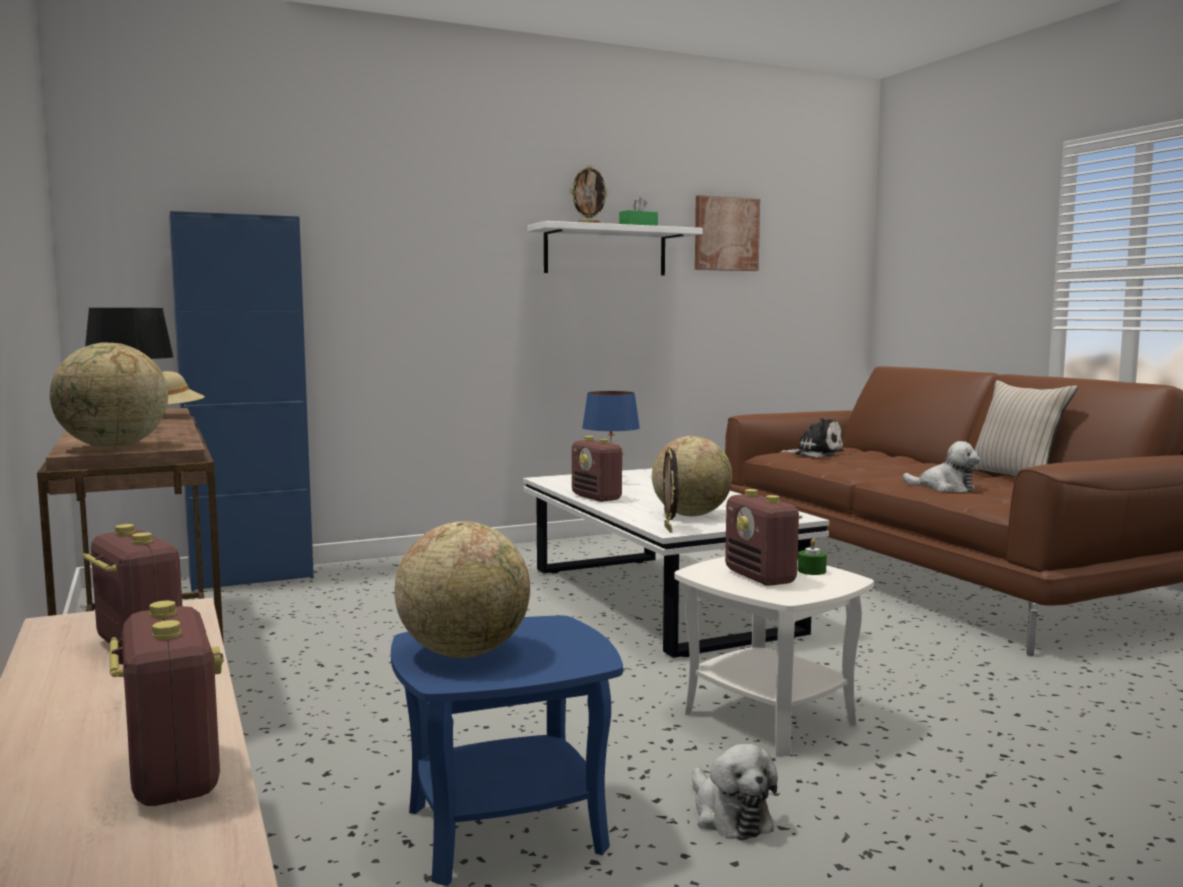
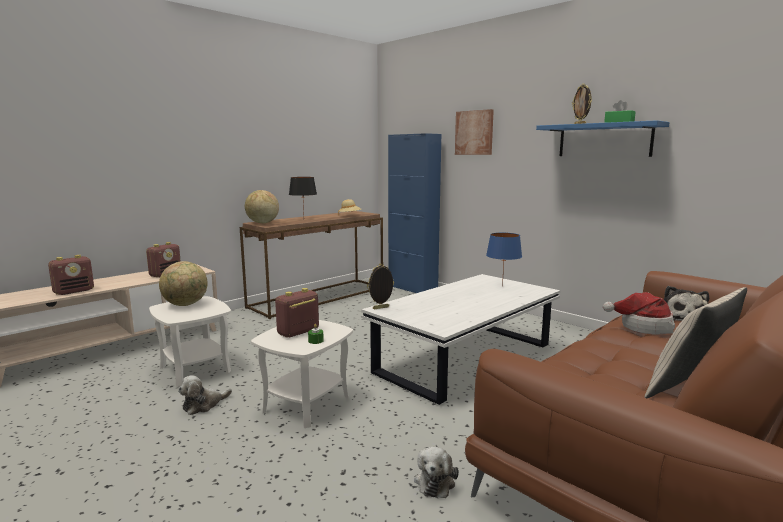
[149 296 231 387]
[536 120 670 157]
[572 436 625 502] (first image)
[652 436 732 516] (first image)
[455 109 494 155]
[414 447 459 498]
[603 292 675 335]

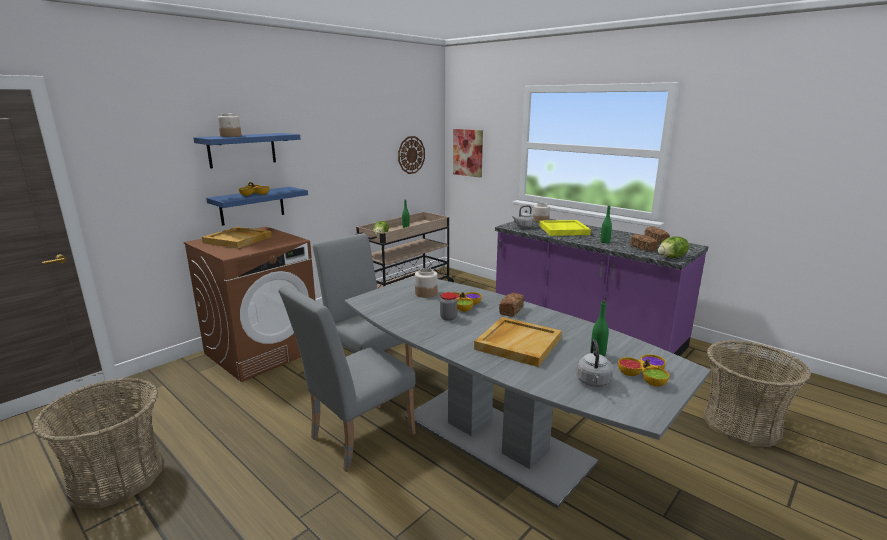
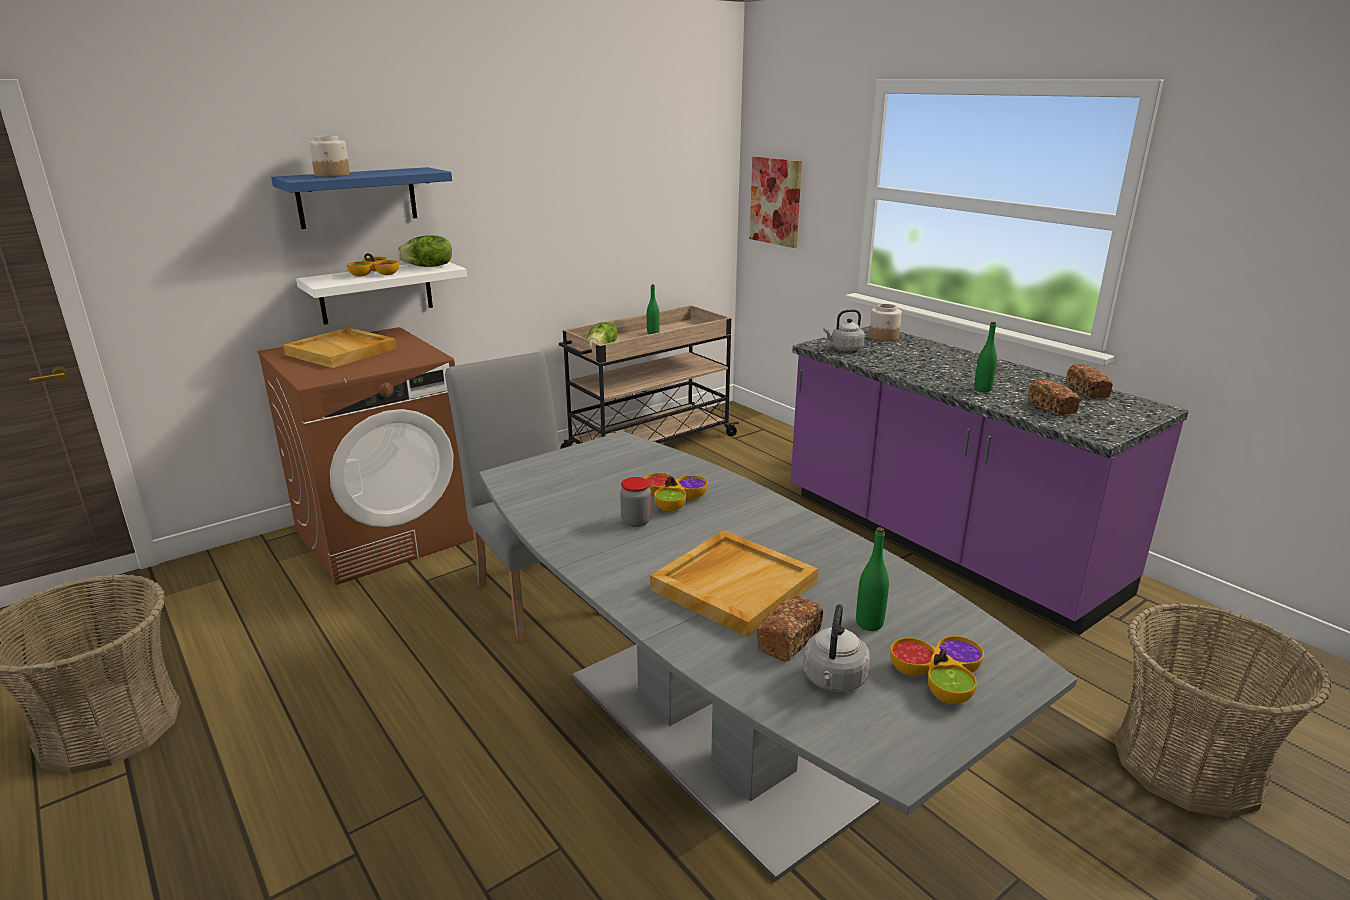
[296 262 467 325]
[279 285 416 472] (first image)
[398 136 425 174] (first image)
[415 268 438 298] (first image)
[756 596 823 662]
[539 220 591 236] (first image)
[397 235 452 267]

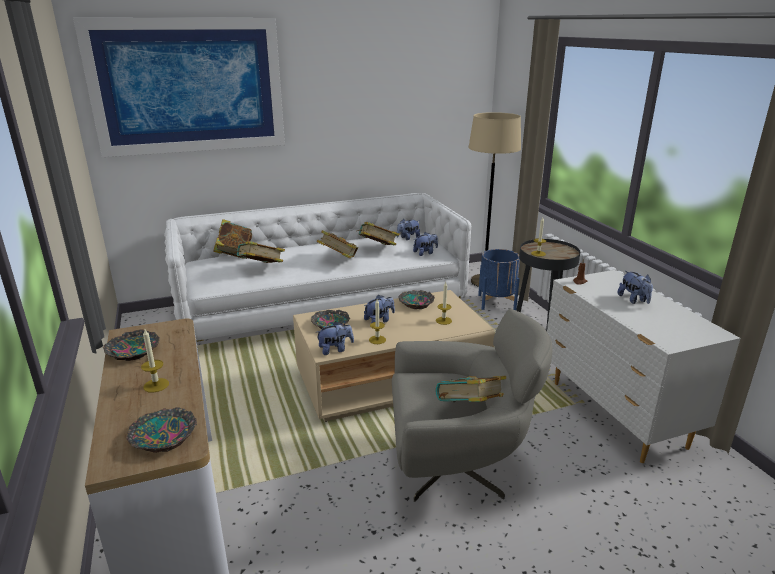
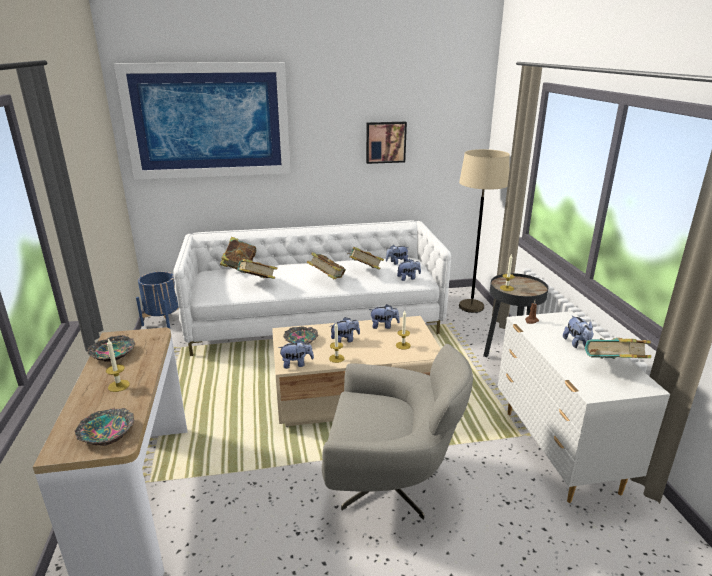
[369 304 400 329]
[585 338 651 359]
[136 271 179 328]
[366 122 407 164]

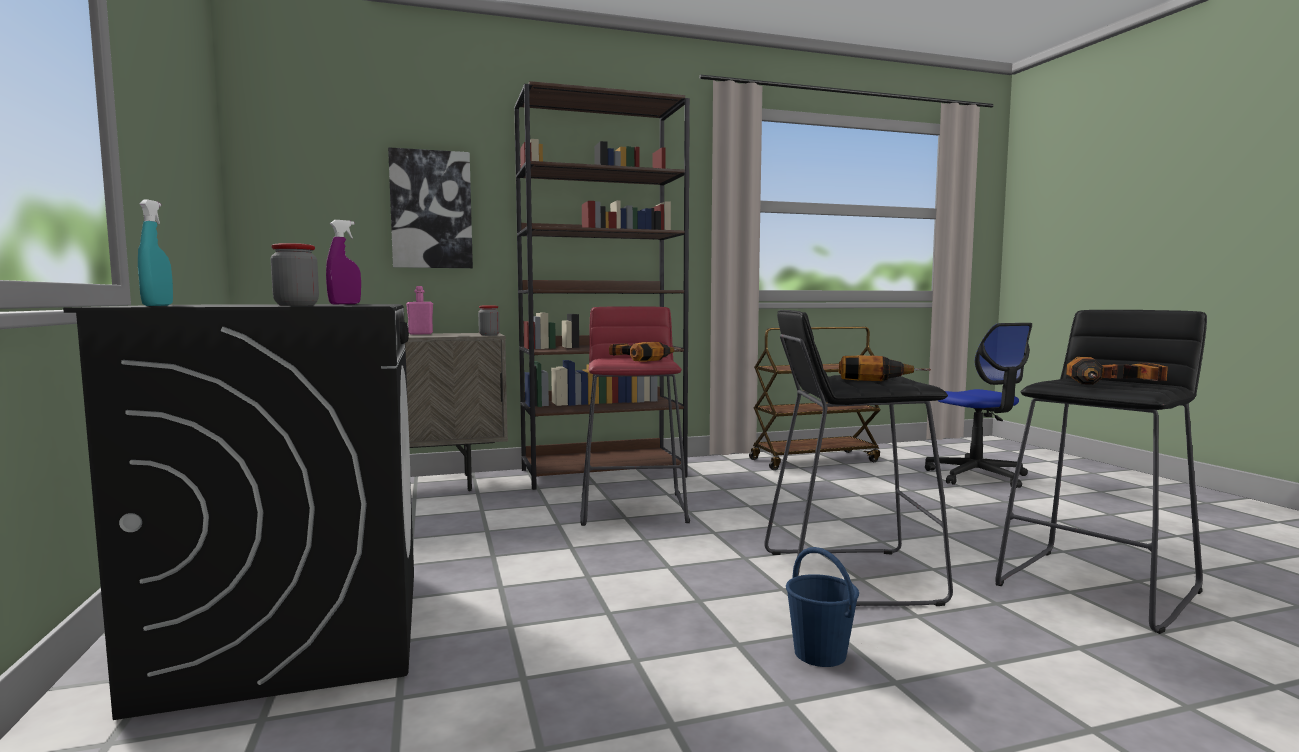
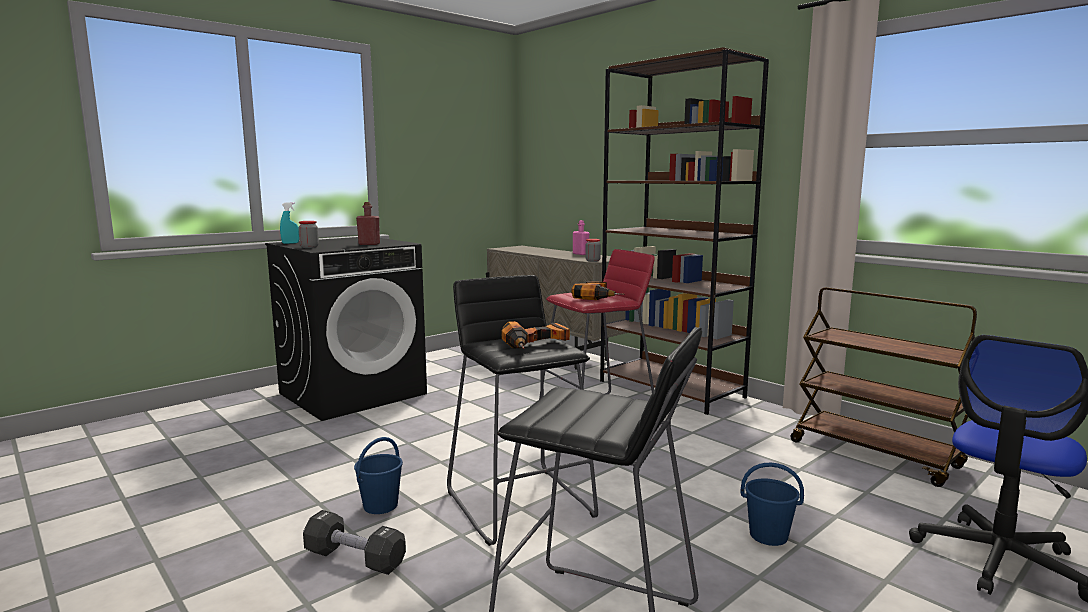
[356 202 380 245]
[388 147 473 268] (first image)
[1066 357 1168 385] (first image)
[303 510 406 575]
[741 463 804 546]

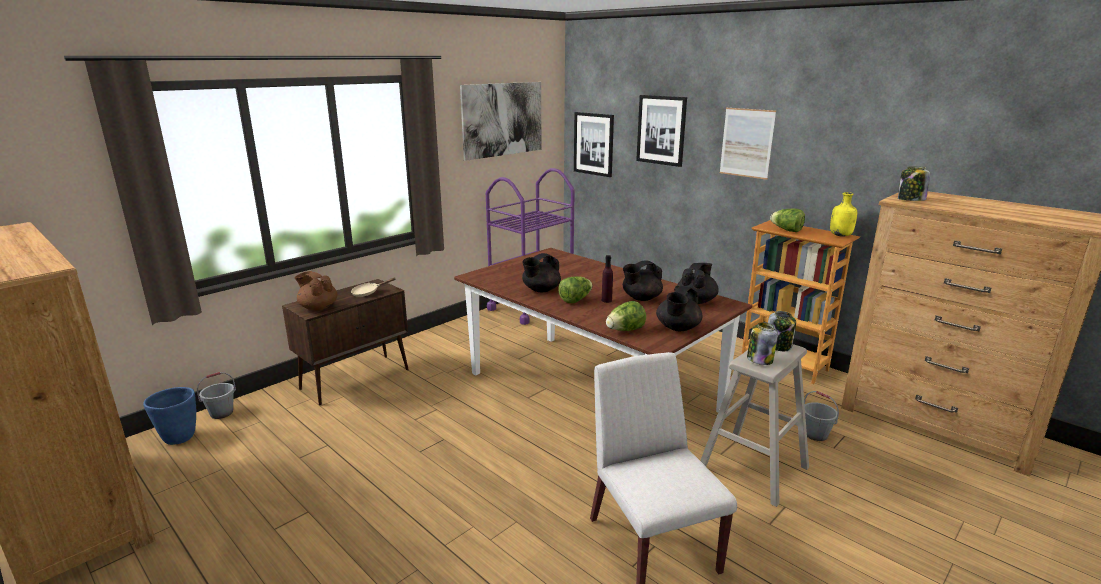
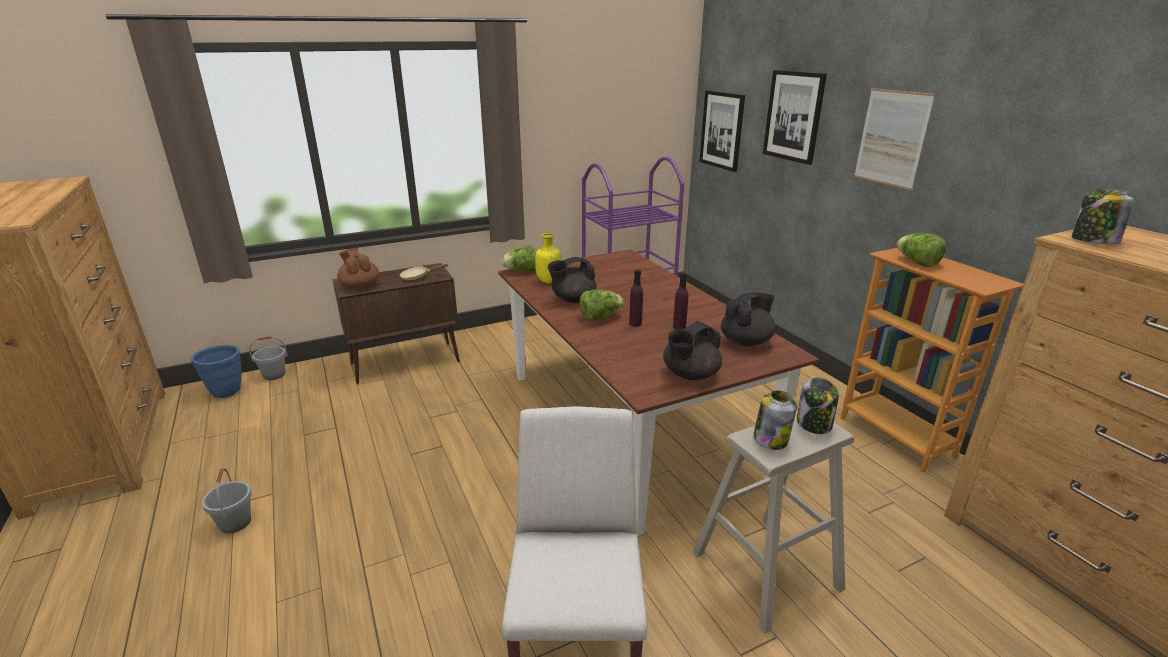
[460 82 541 161] (first image)
[501 246 537 272]
[673 272 688 329]
[202 468 252 533]
[535 233 562 284]

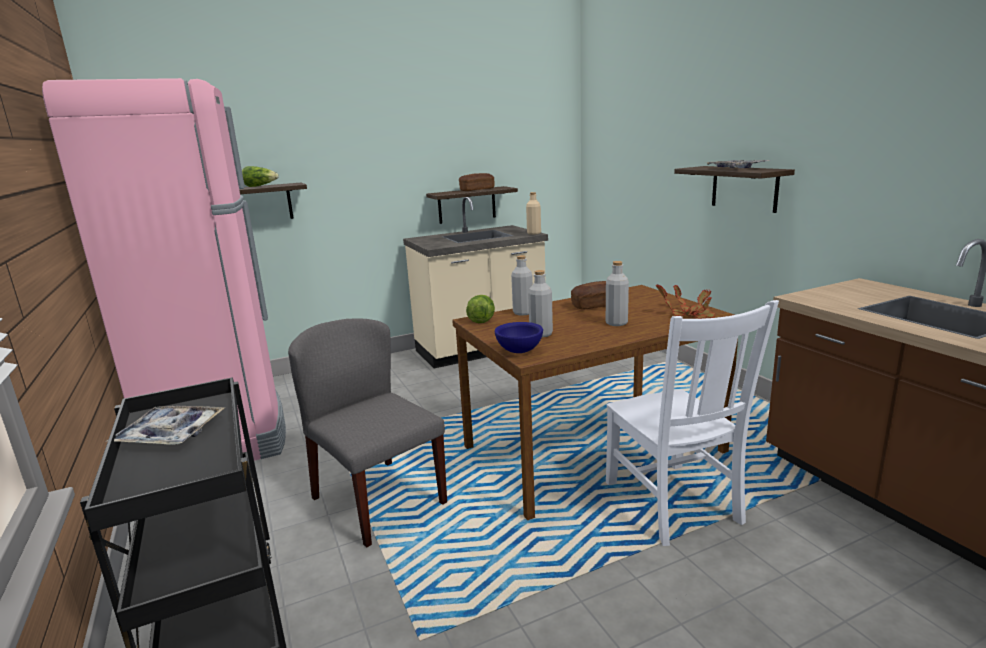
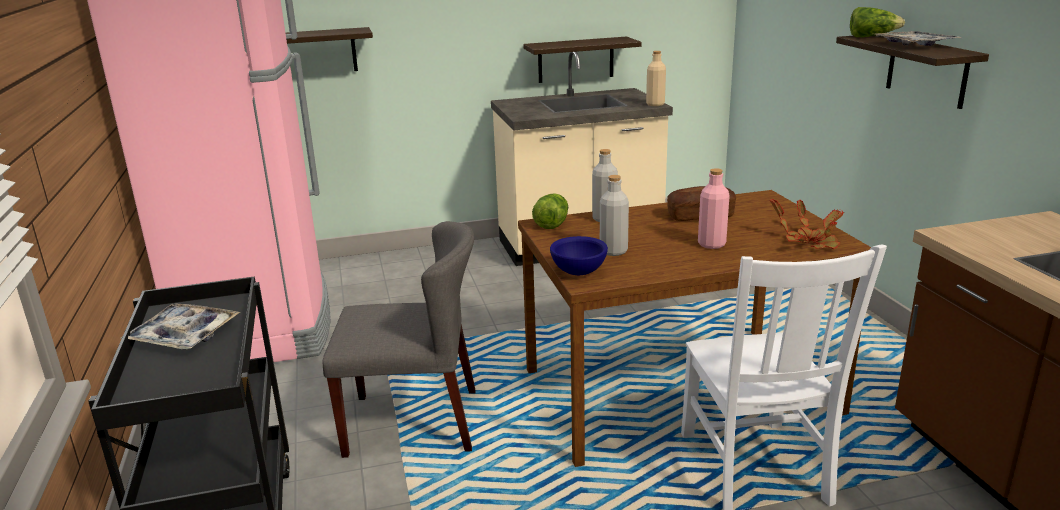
[850 7 905 37]
[323 221 476 458]
[459 173 495 191] (first image)
[698 168 730 249]

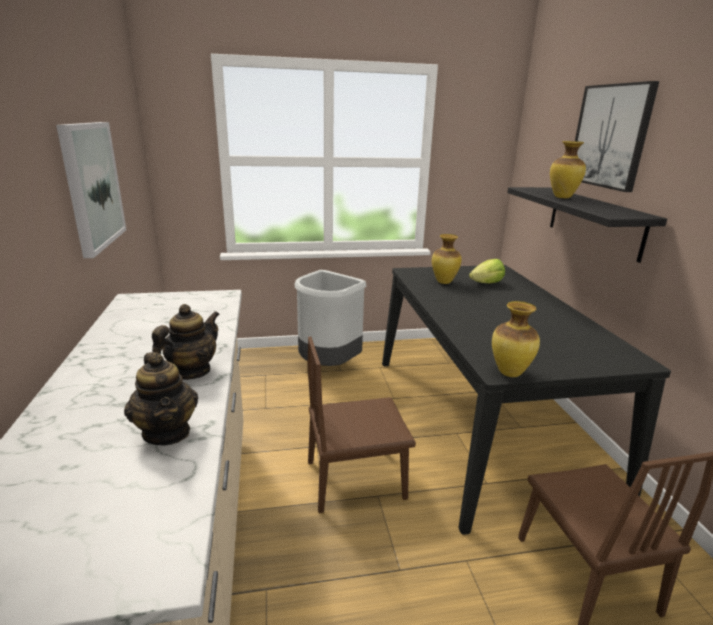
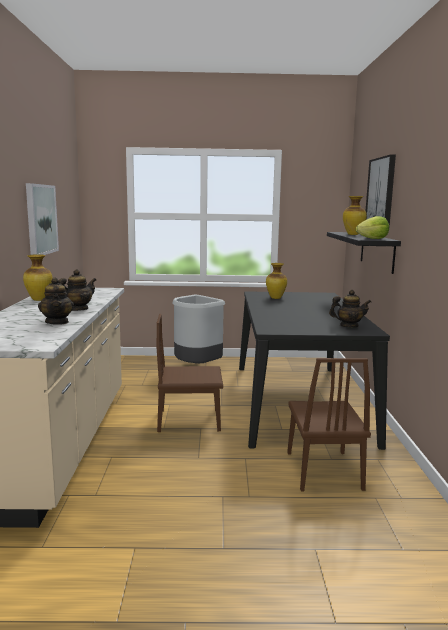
[356 216 389 239]
[23 254 53 301]
[329 290 371 328]

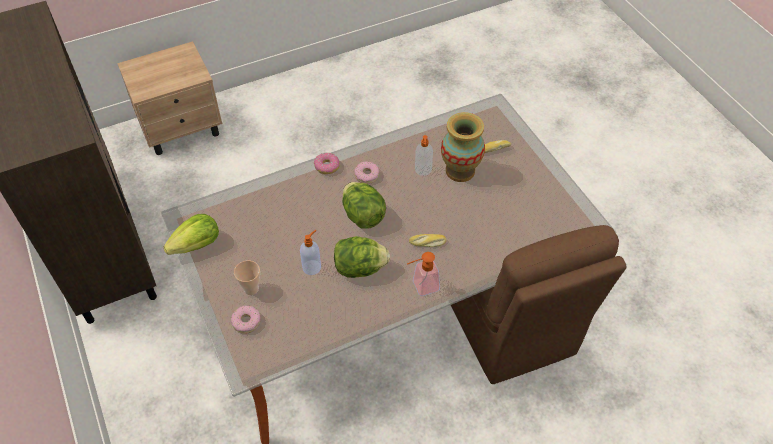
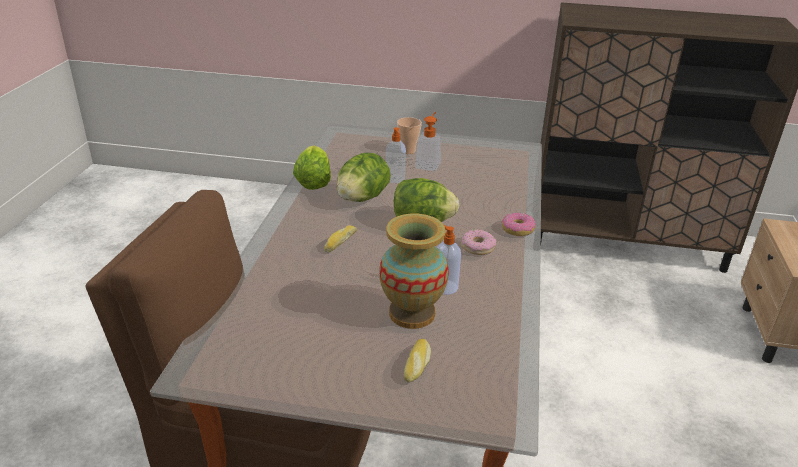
[293 145 331 190]
[231 305 261 333] (first image)
[415 112 441 171]

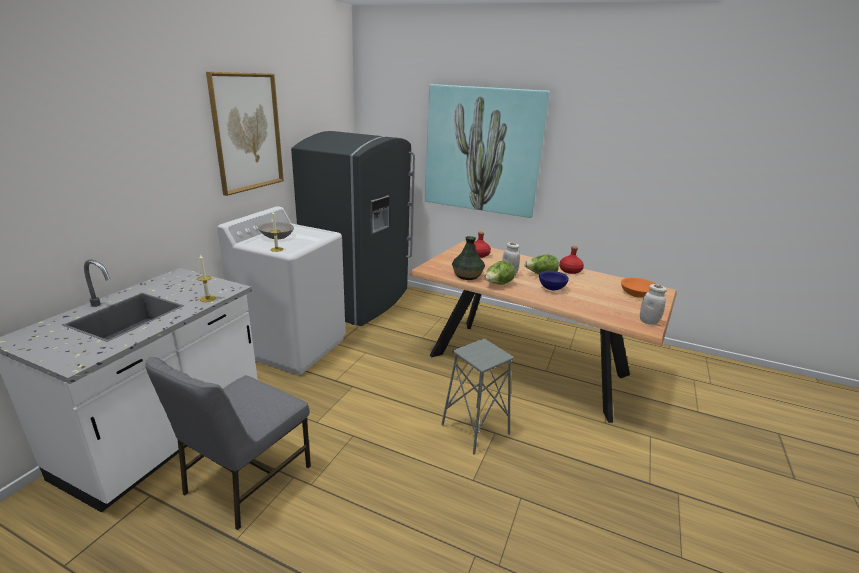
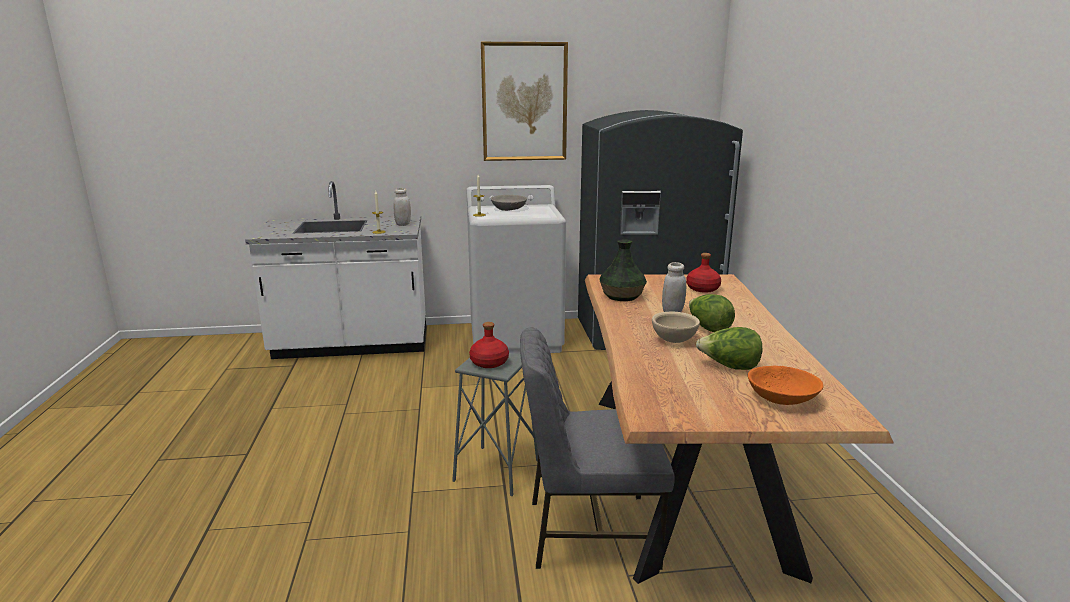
[520 327 675 570]
[425 84 550 218] (first image)
[696 327 762 370]
[652 312 700 343]
[469 322 509 368]
[394 188 411 226]

